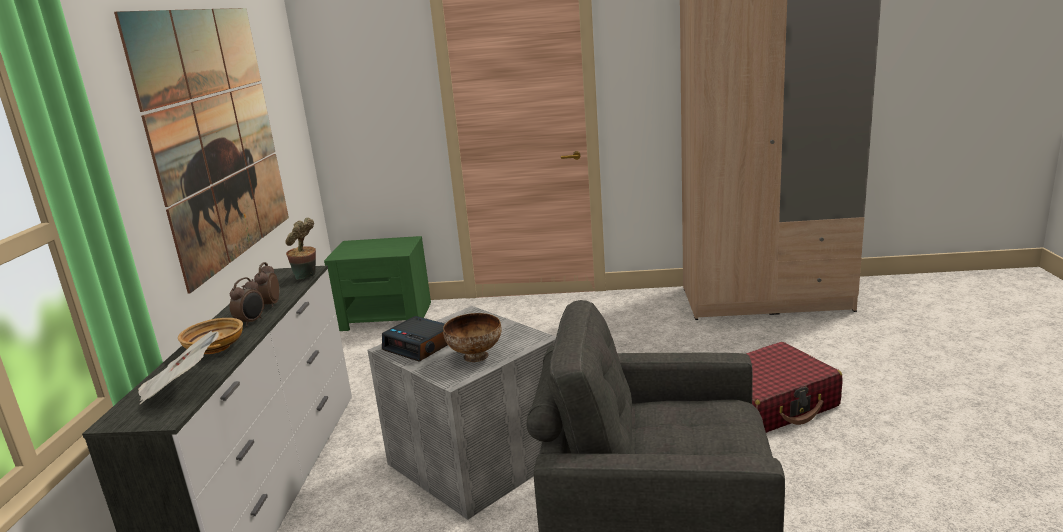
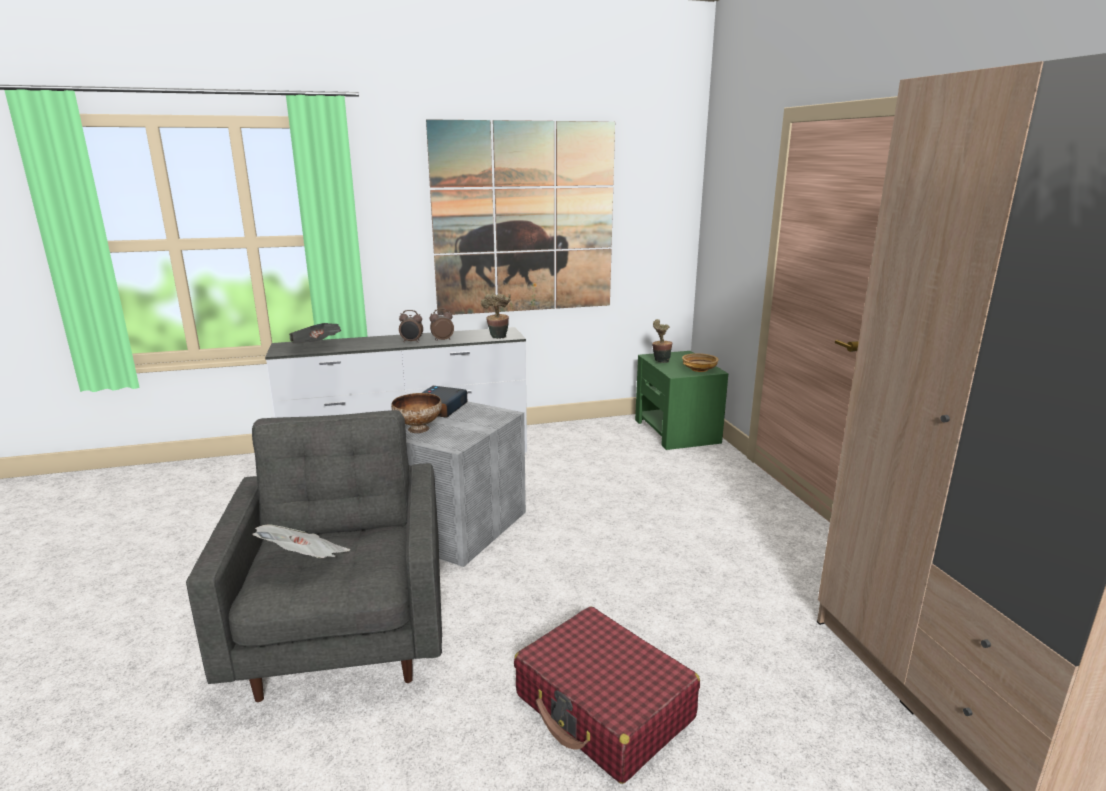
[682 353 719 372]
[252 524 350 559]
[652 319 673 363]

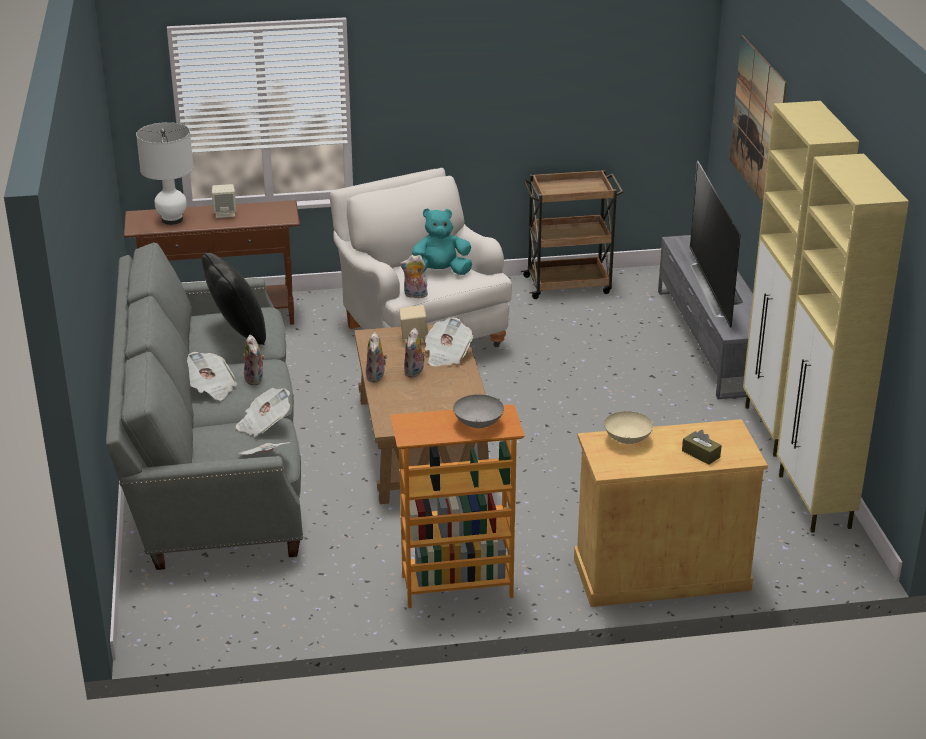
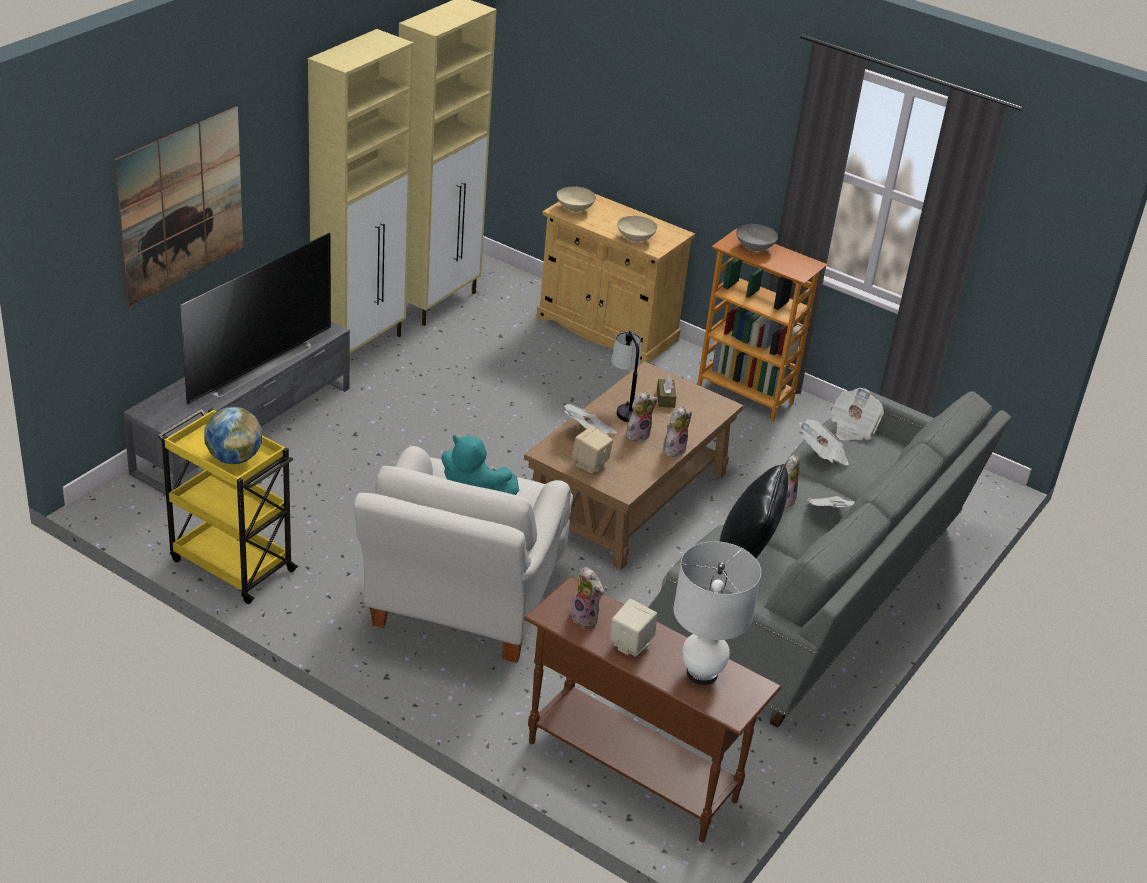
[570 567 604 627]
[158 408 298 604]
[657 376 676 408]
[204 407 262 464]
[557 187 596 212]
[611 331 641 422]

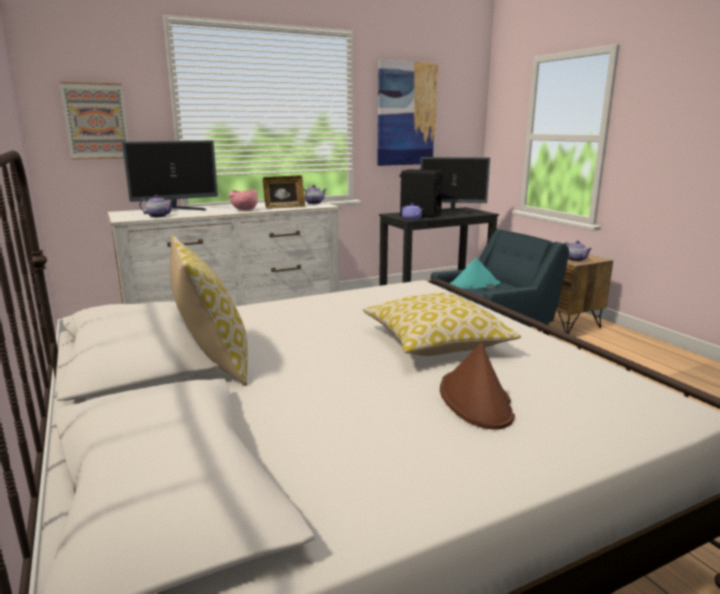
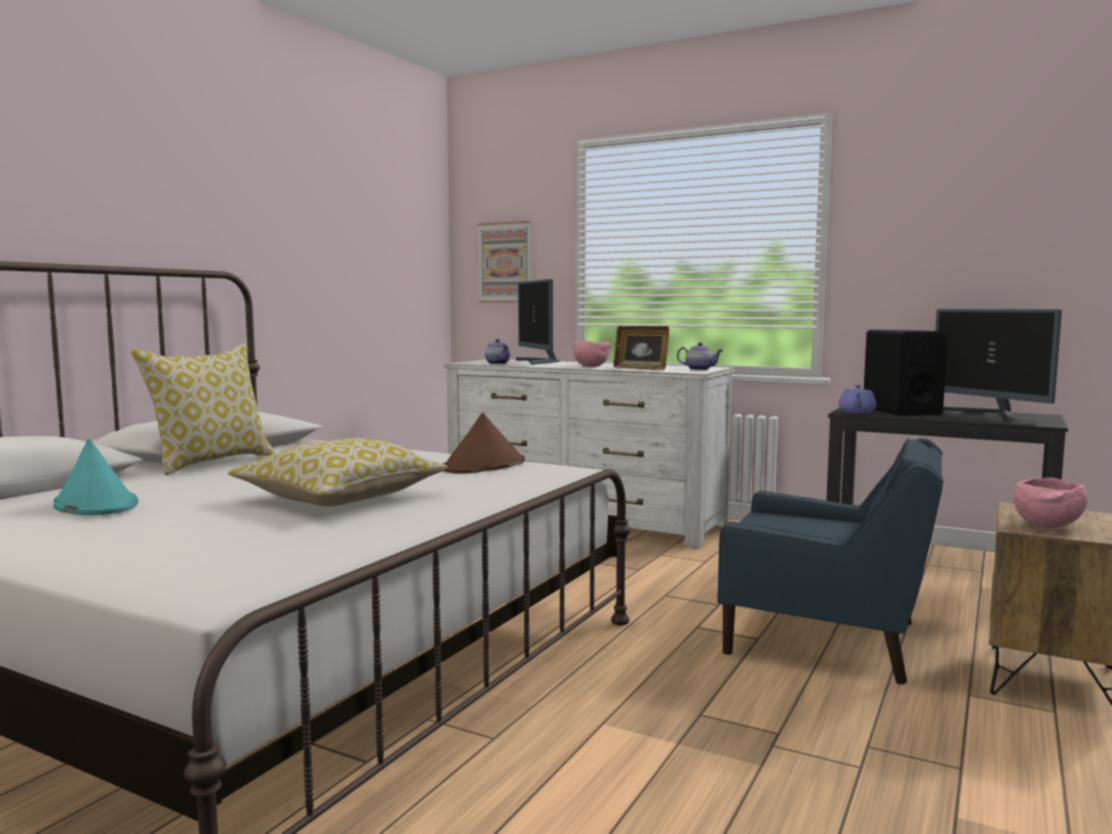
[516 279 559 365]
[377 60 438 166] (first image)
[443 413 525 474]
[53 438 138 515]
[1013 478 1087 528]

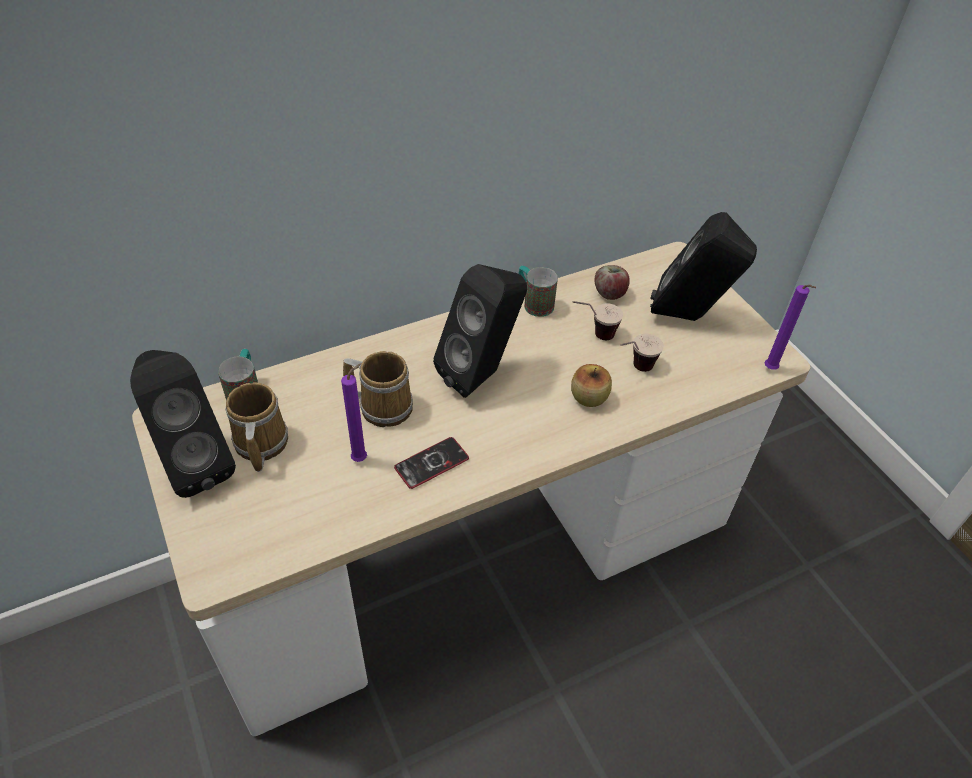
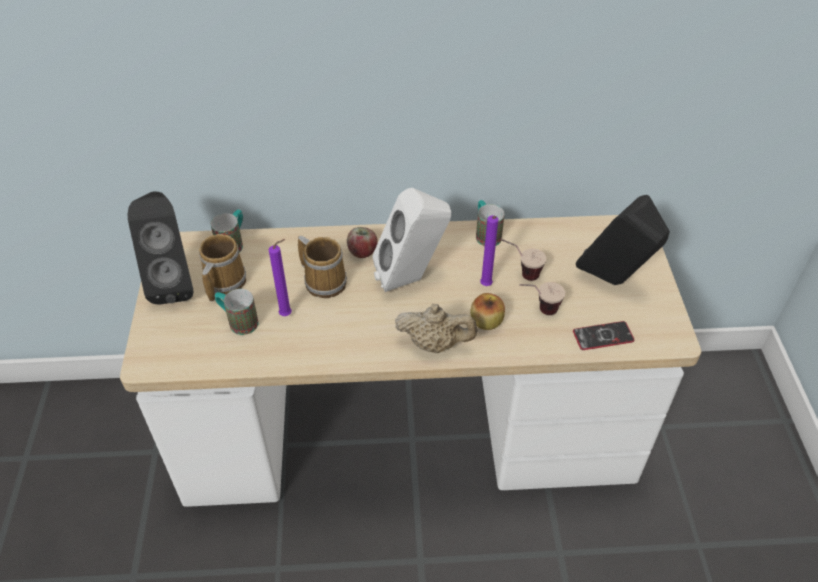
[573 321 634 350]
[373 188 451 292]
[347 227 378 258]
[480 215 499 286]
[215 289 259 335]
[395 304 478 353]

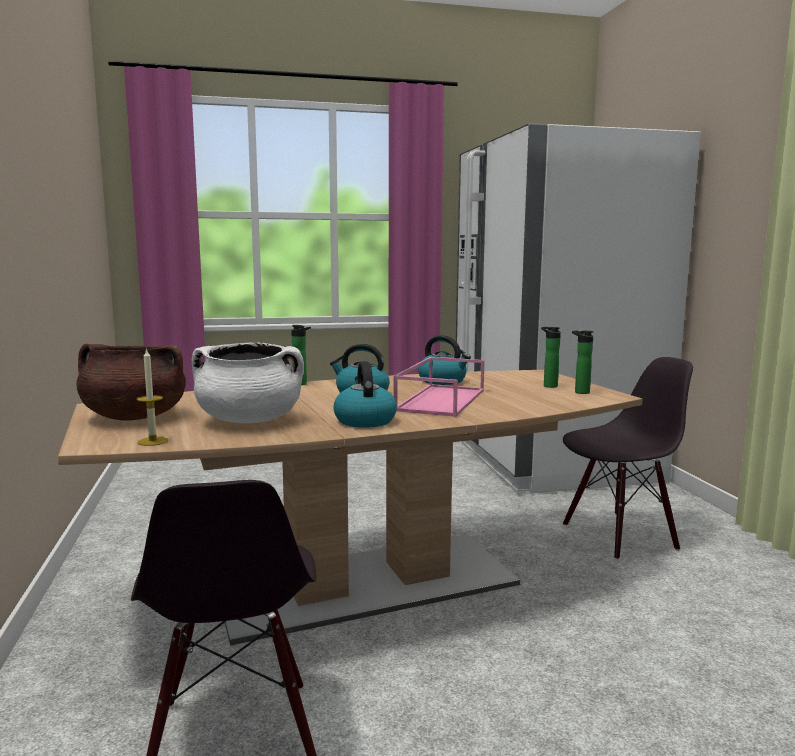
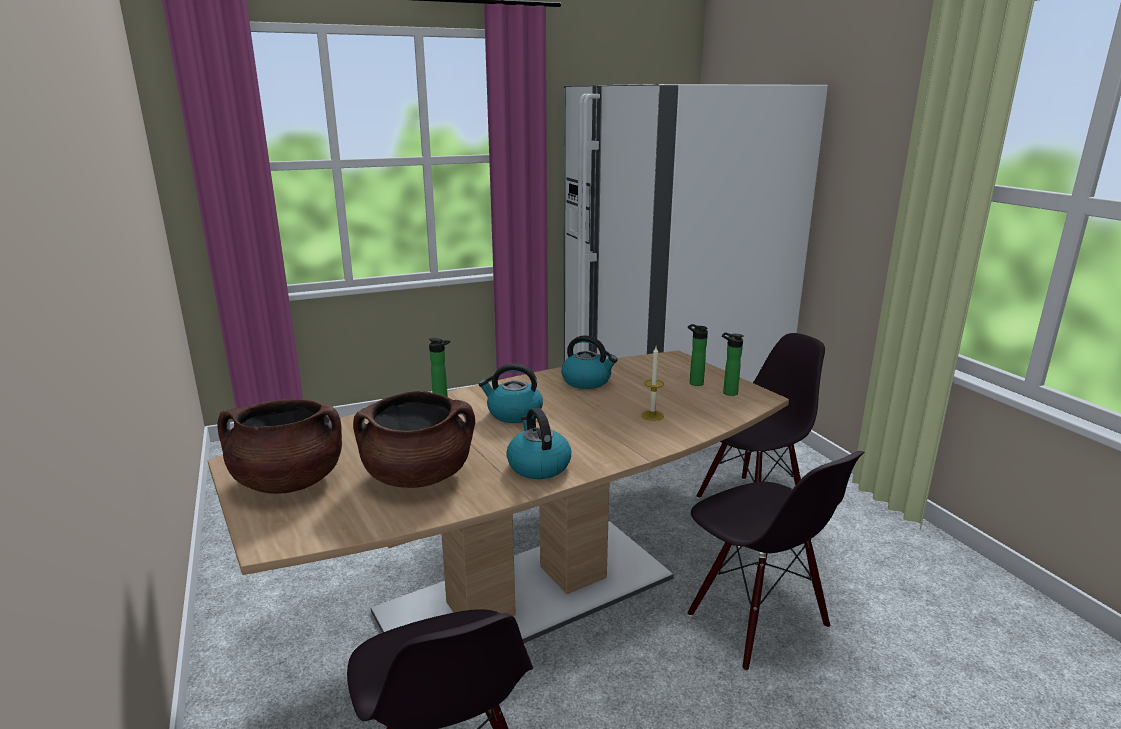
[641 347 664 421]
[353 391 475 488]
[393 357 485 417] (first image)
[687 451 864 671]

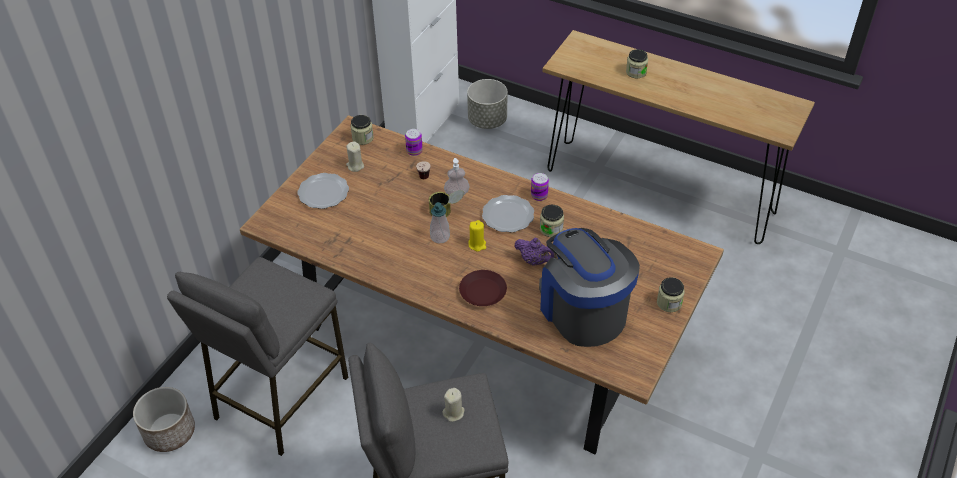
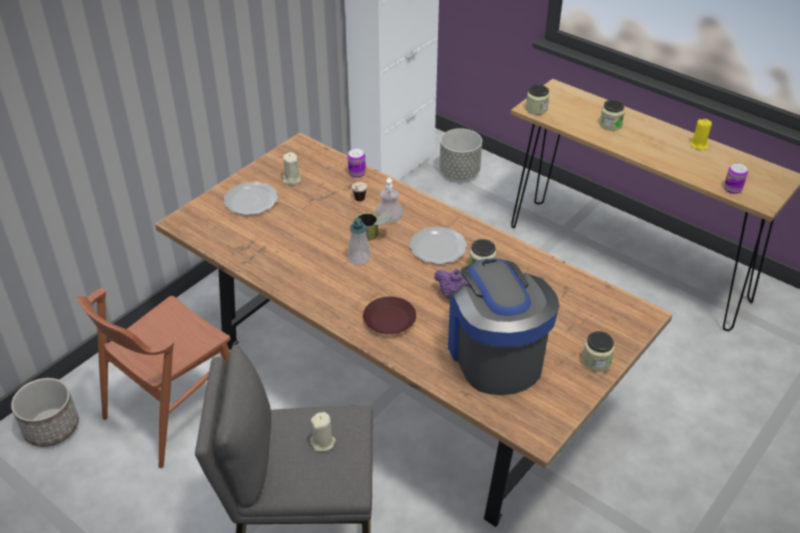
[76 288 231 468]
[526 84 549 115]
[691 119 712 150]
[724 163 748 194]

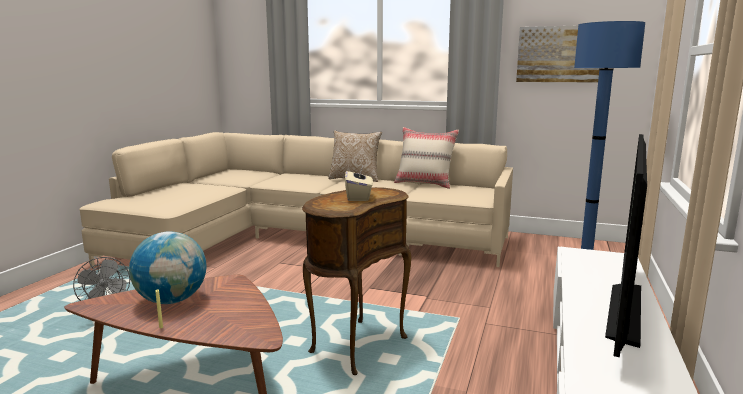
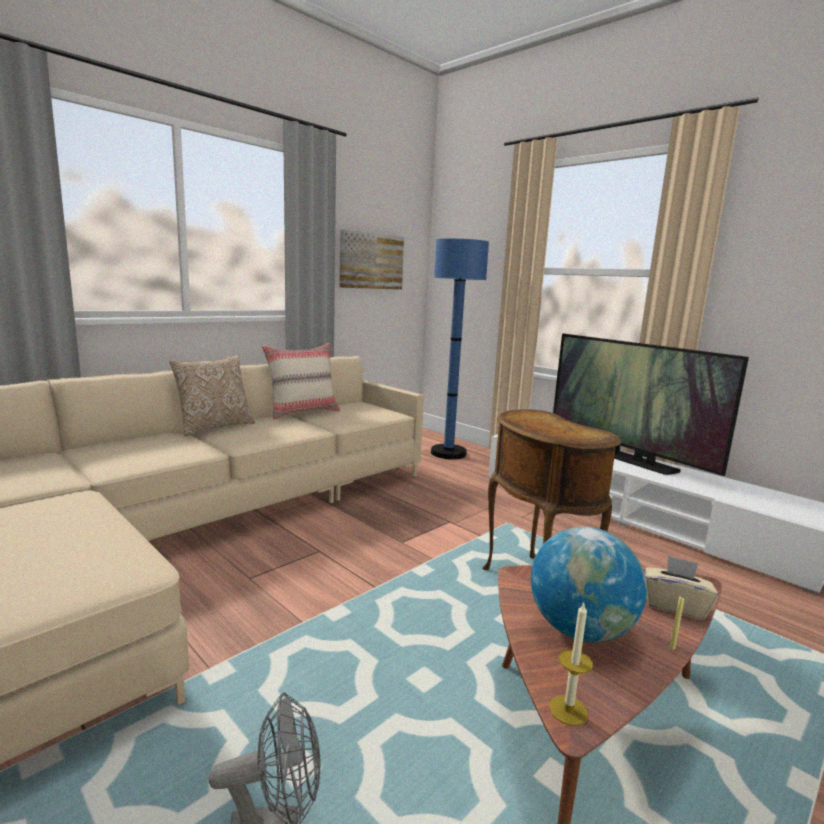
[645 555 718 620]
[549 603 593 726]

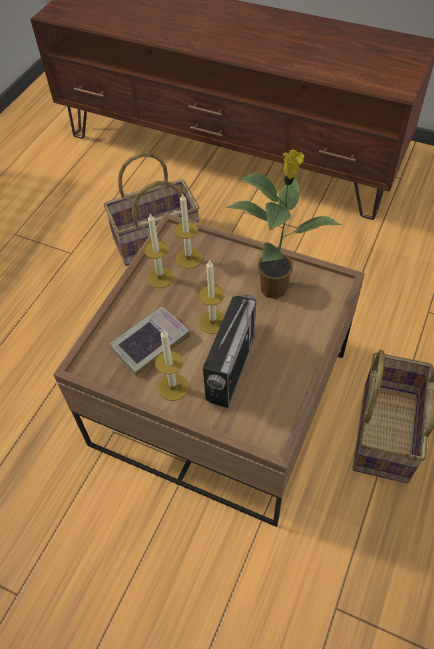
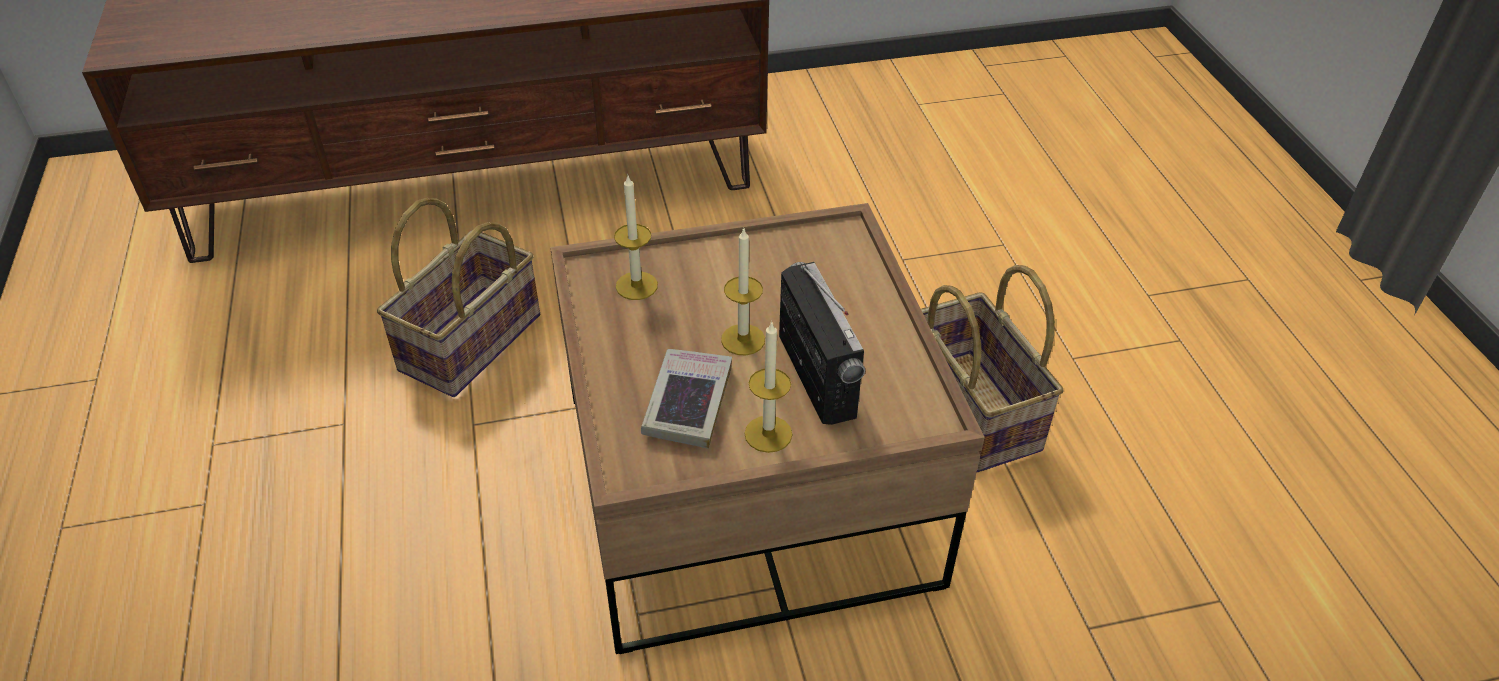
[144 213 174 288] (first image)
[226 150 342 299] (first image)

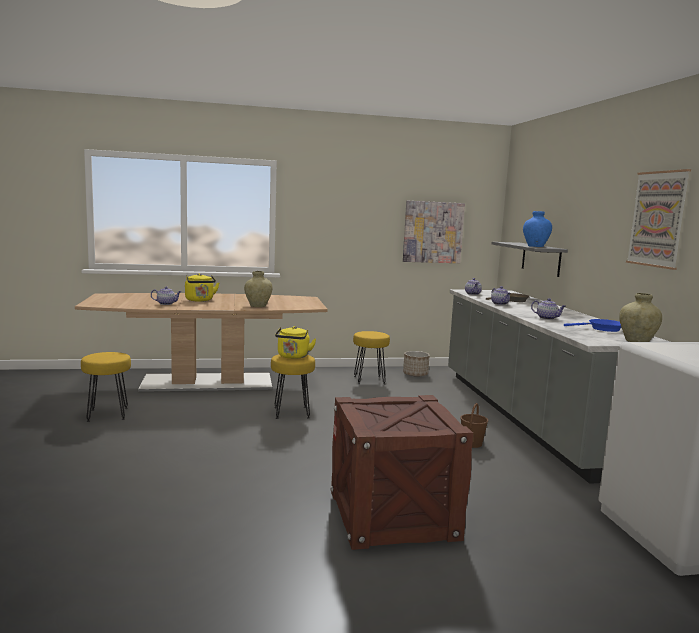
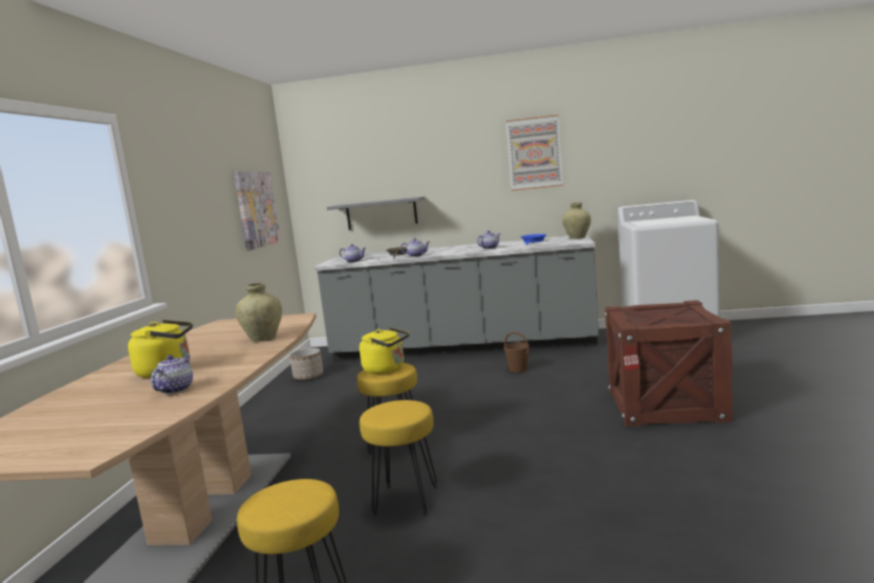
[359 400 438 516]
[523 211 552 247] (first image)

